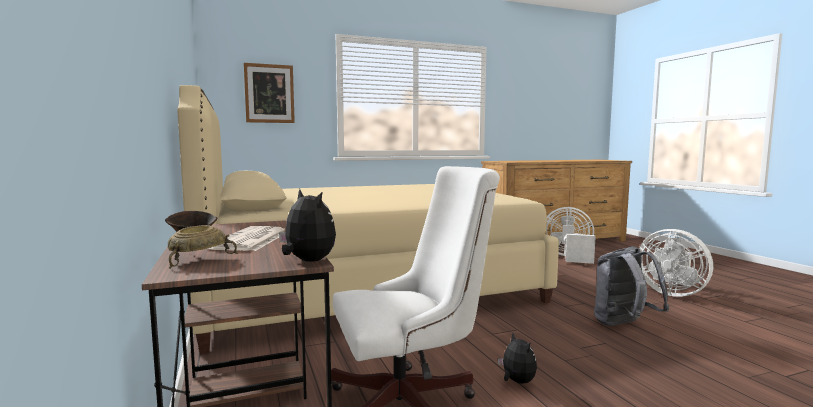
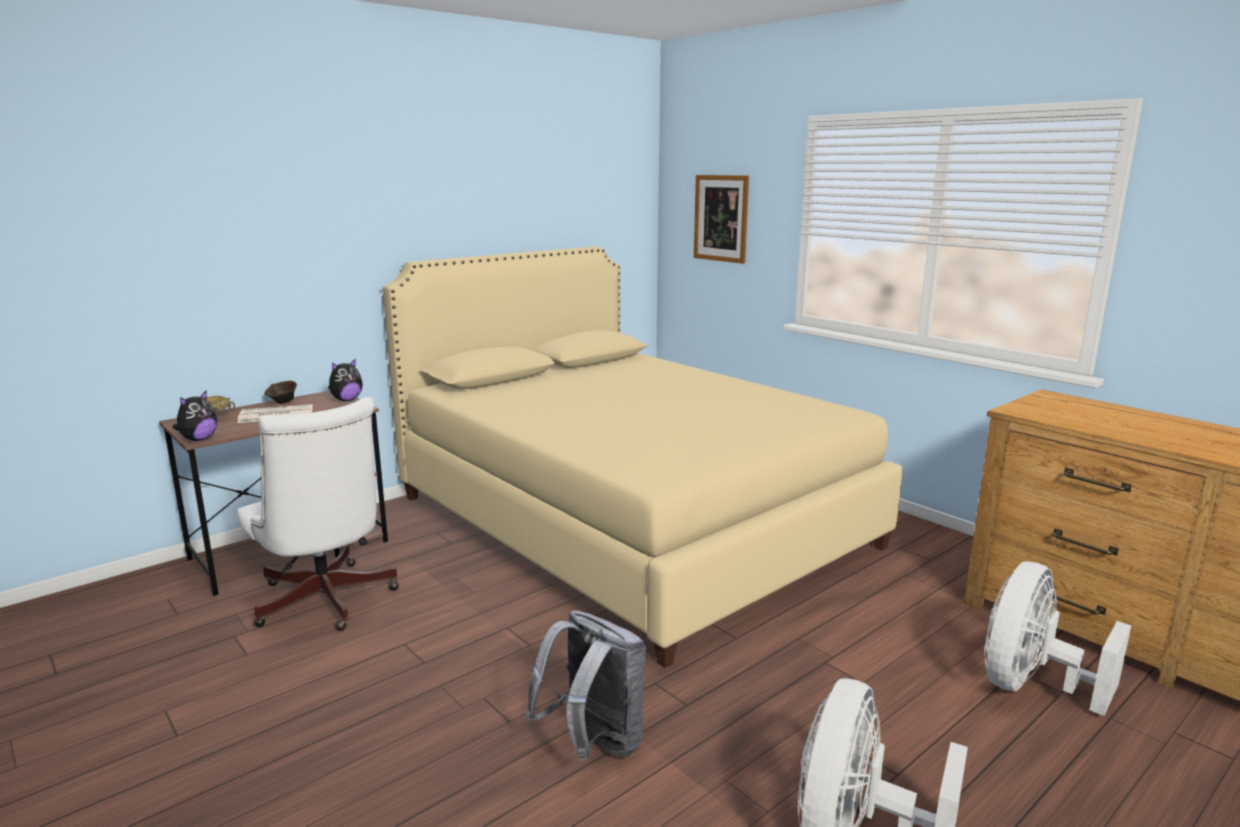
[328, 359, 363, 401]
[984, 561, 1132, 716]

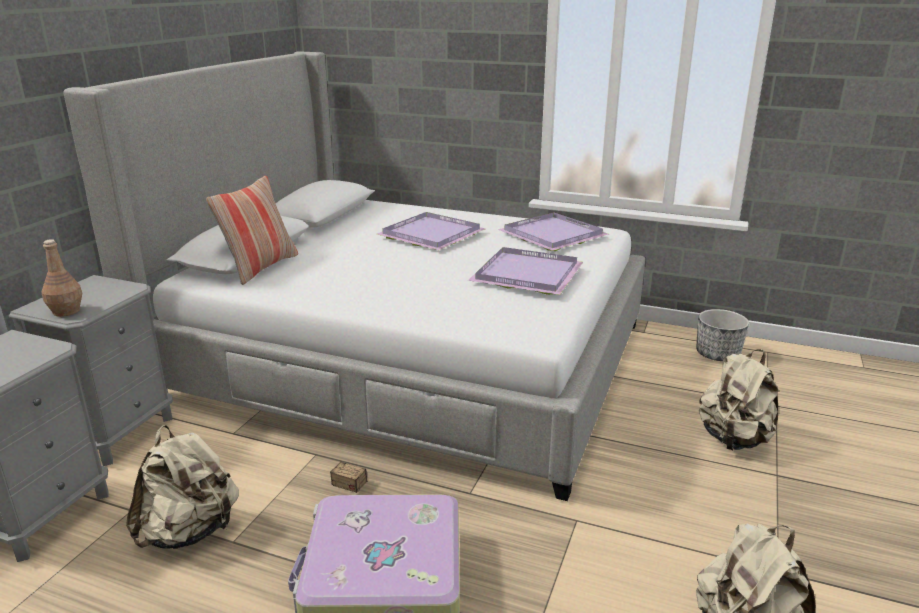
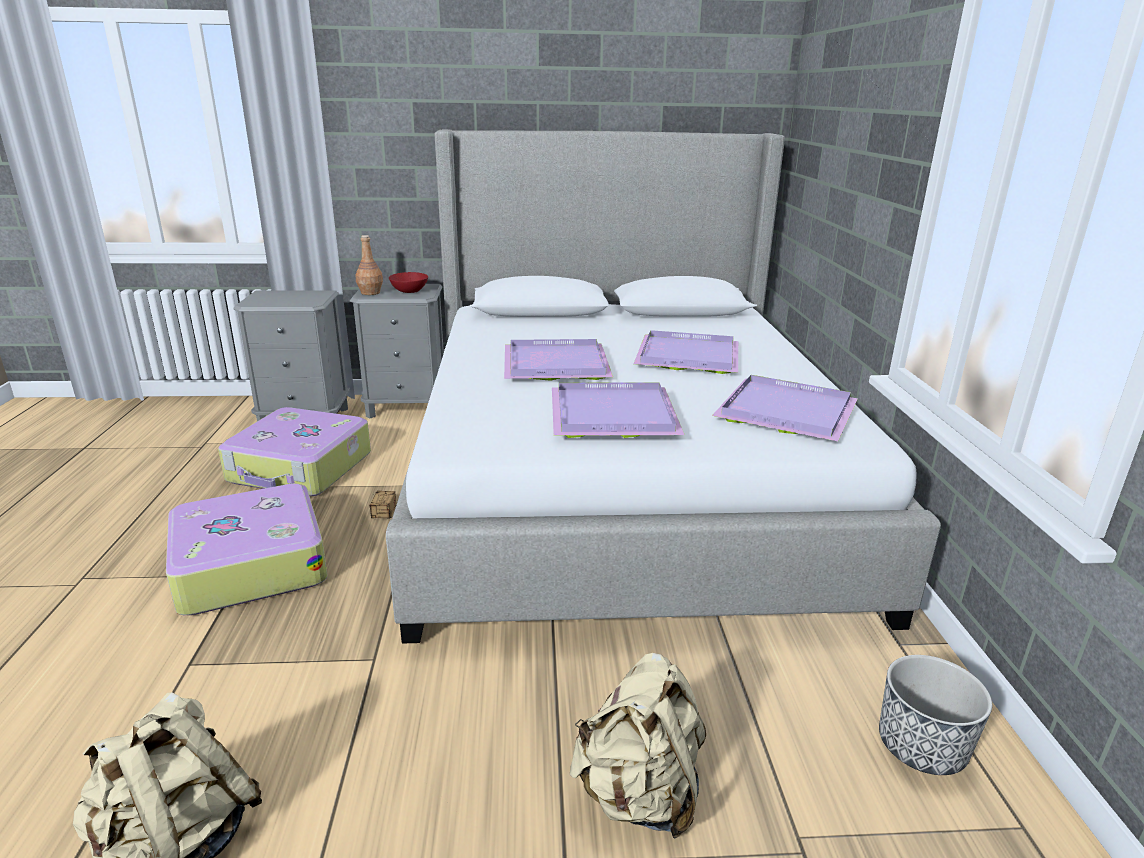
[218, 407, 371, 496]
[206, 176, 298, 285] (first image)
[389, 272, 428, 293]
[504, 339, 613, 381]

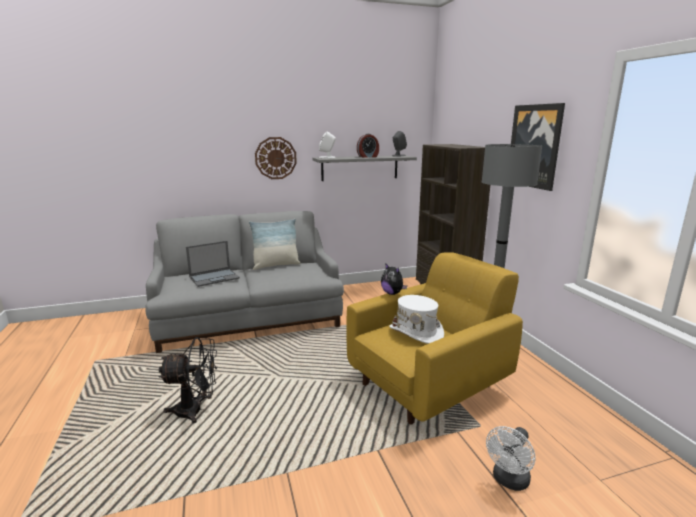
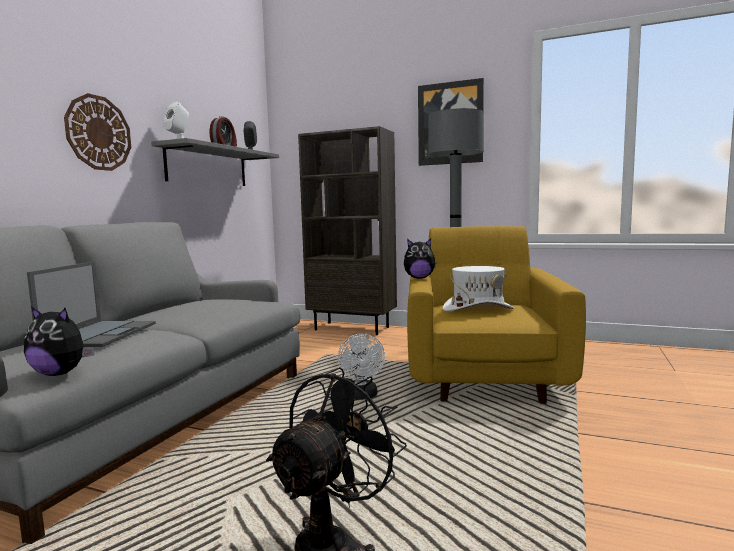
[249, 219, 301, 270] (first image)
[338, 333, 385, 400]
[24, 307, 94, 376]

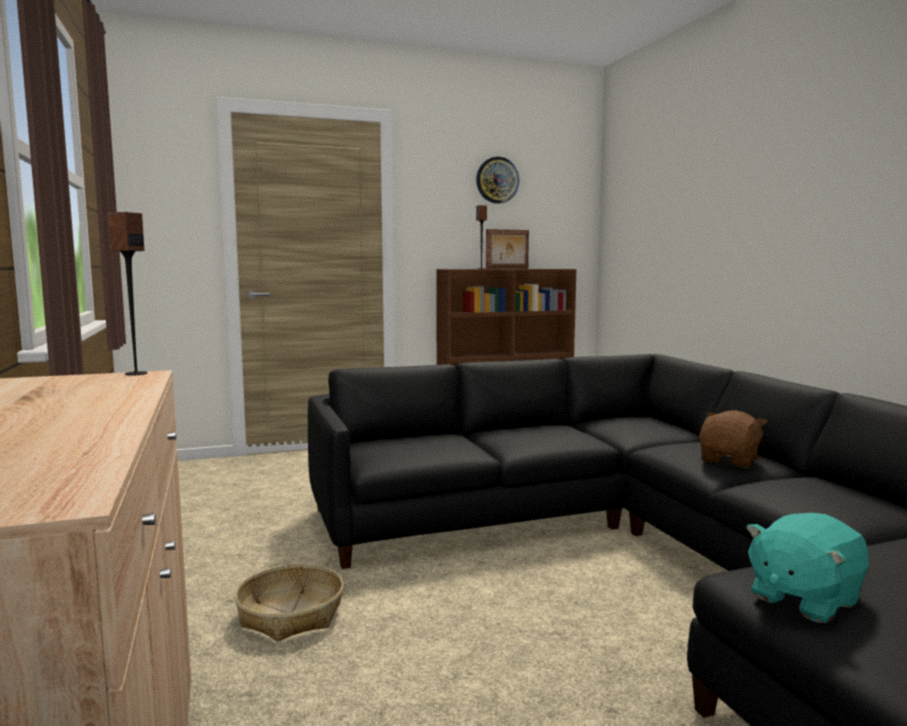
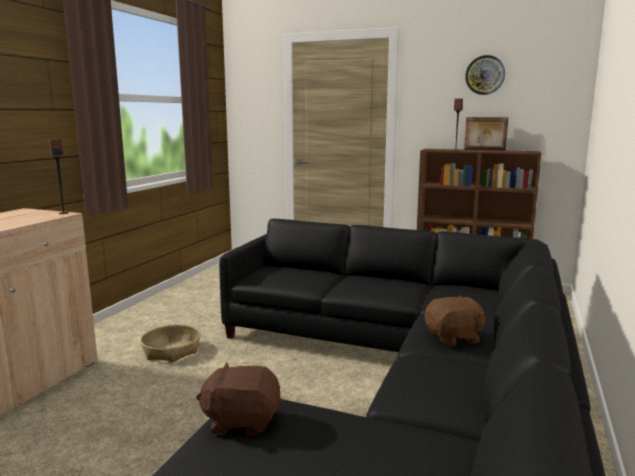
[196, 362, 282, 436]

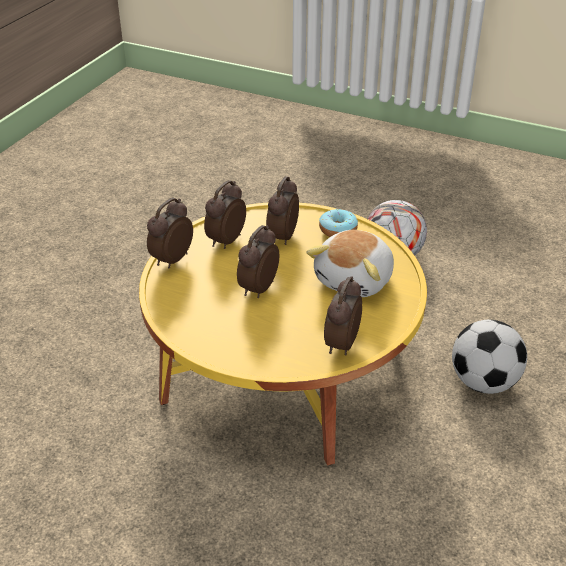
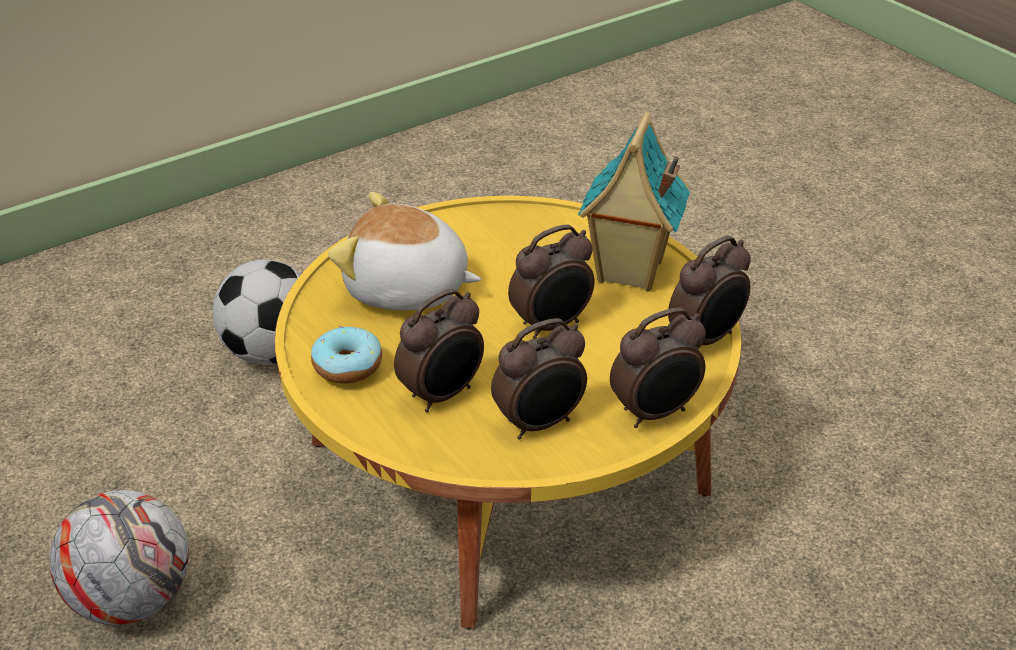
[328, 192, 481, 310]
[668, 236, 751, 349]
[578, 112, 690, 292]

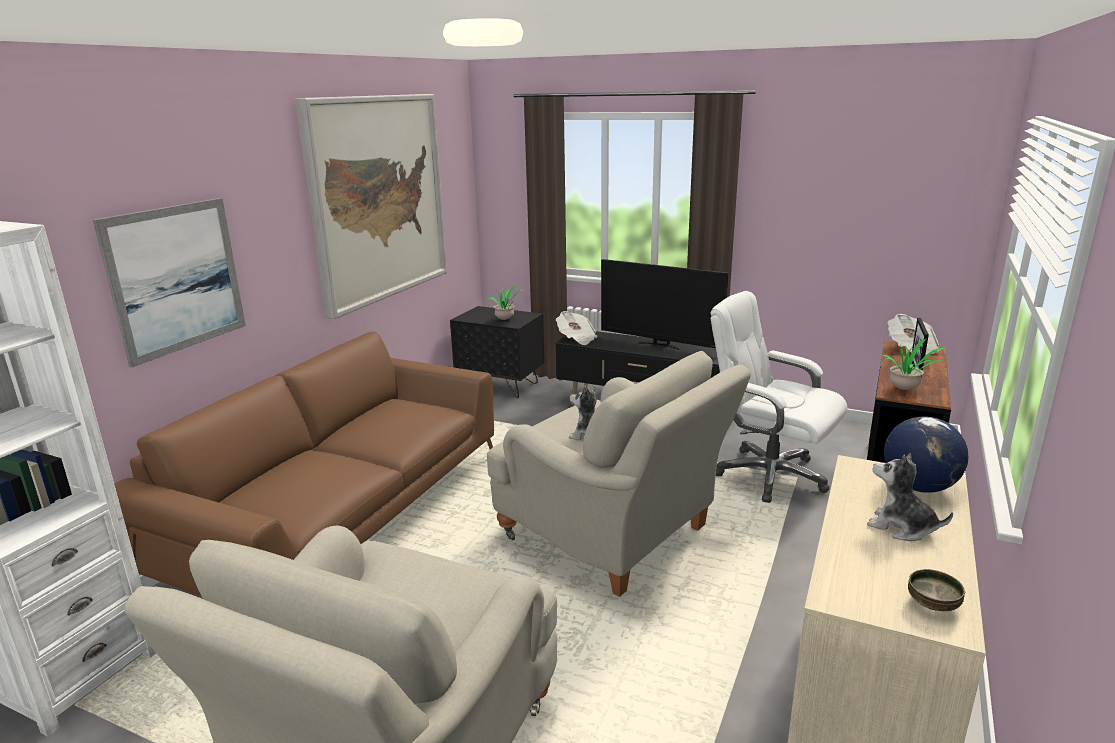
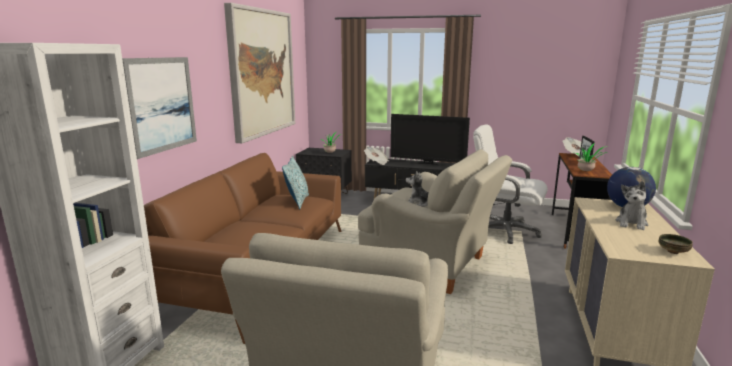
[616, 181, 649, 230]
[282, 156, 309, 210]

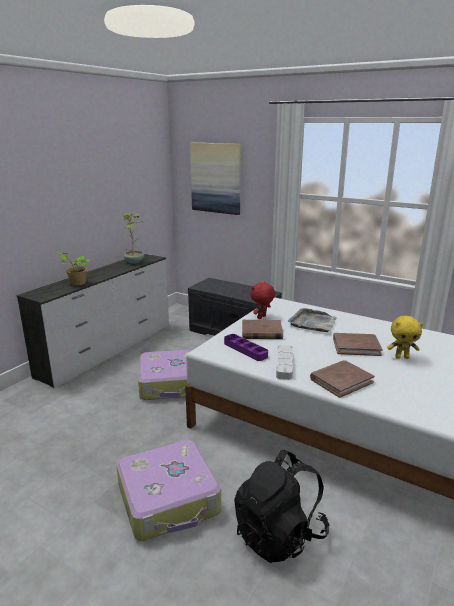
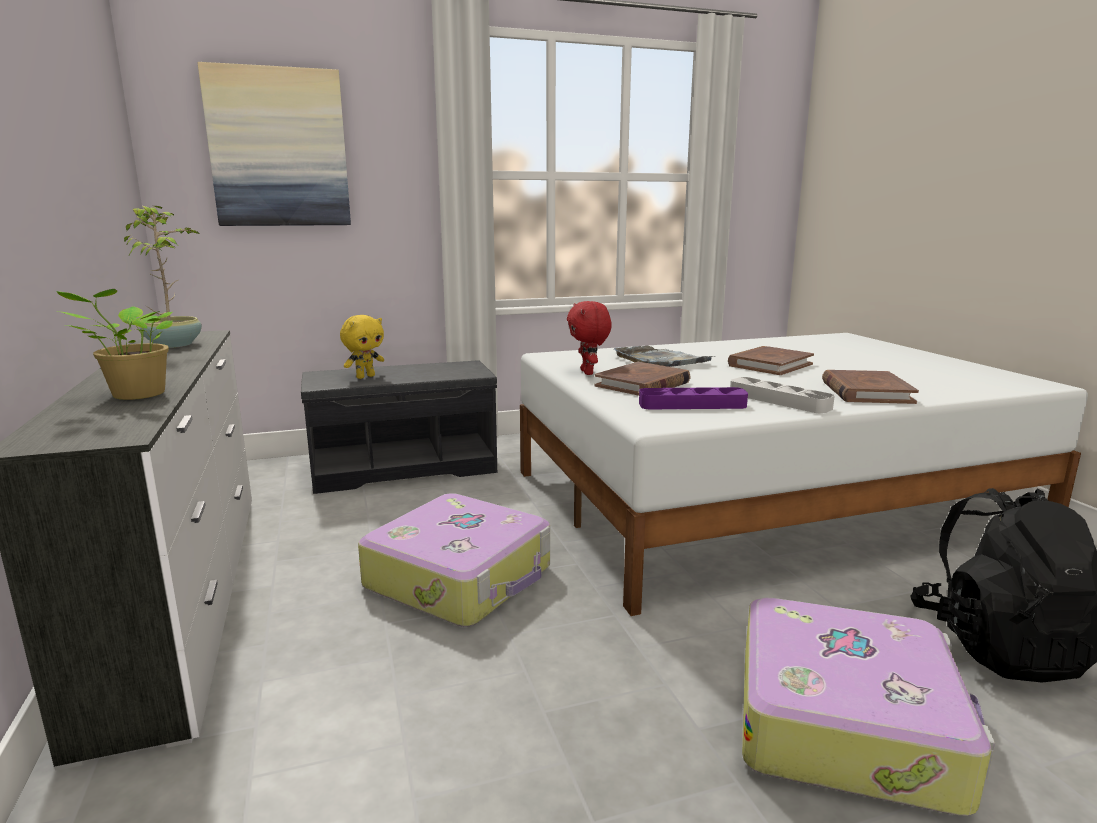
[340, 315, 384, 379]

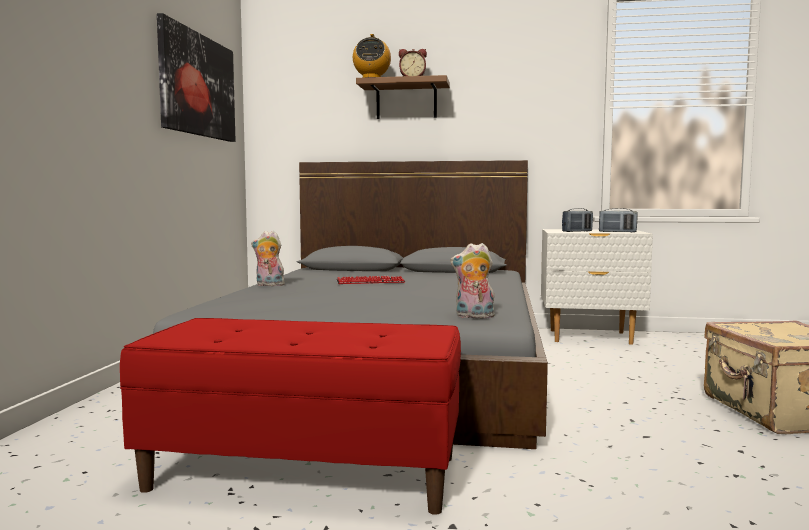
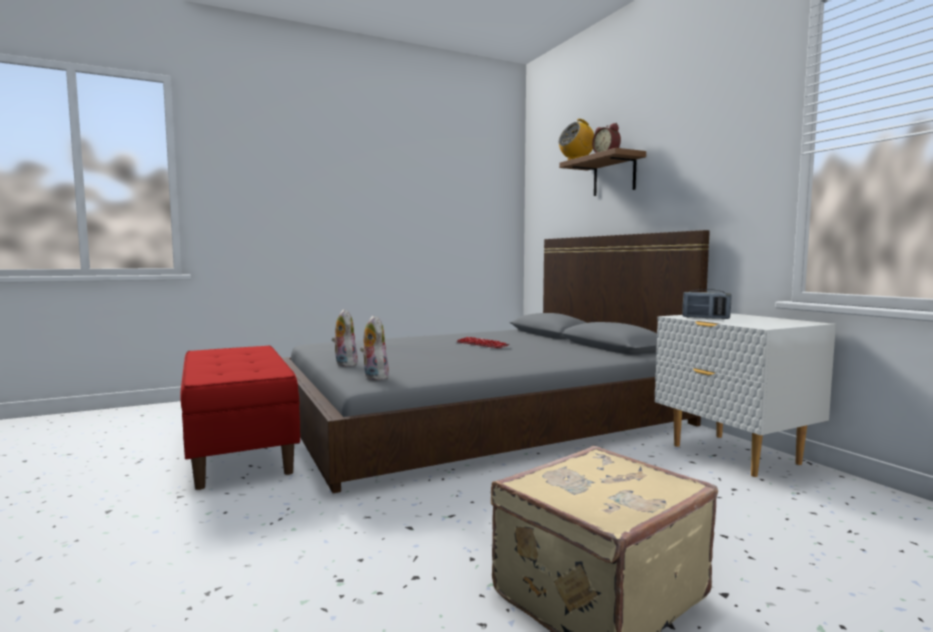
[157, 13, 236, 142] (first image)
[332, 309, 358, 367]
[599, 208, 638, 233] (first image)

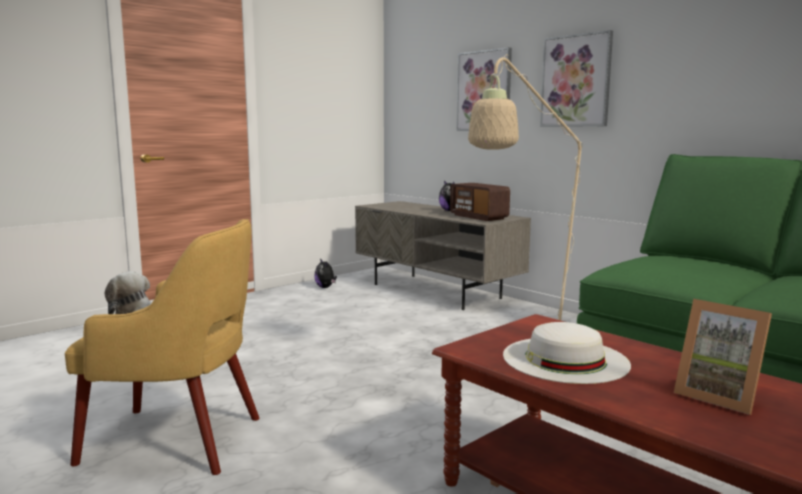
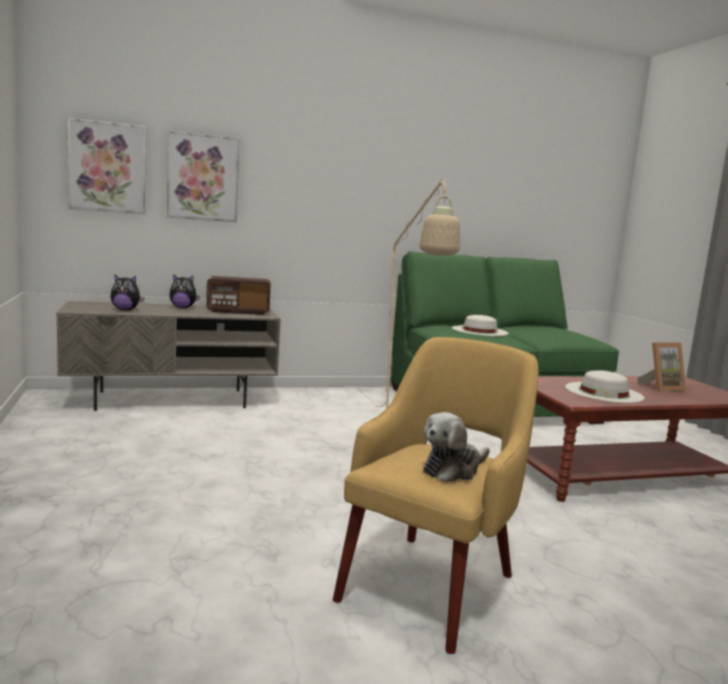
[111, 274, 144, 311]
[68, 118, 146, 214]
[452, 315, 509, 336]

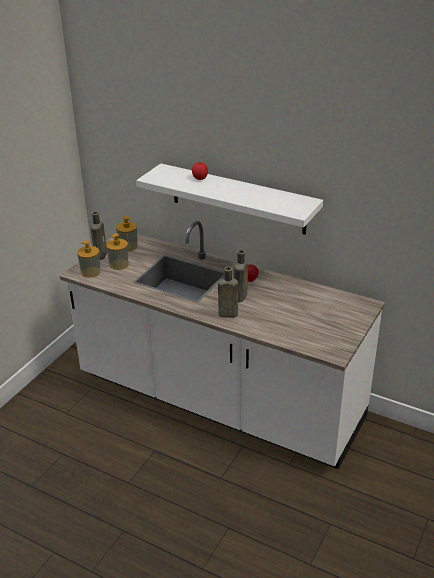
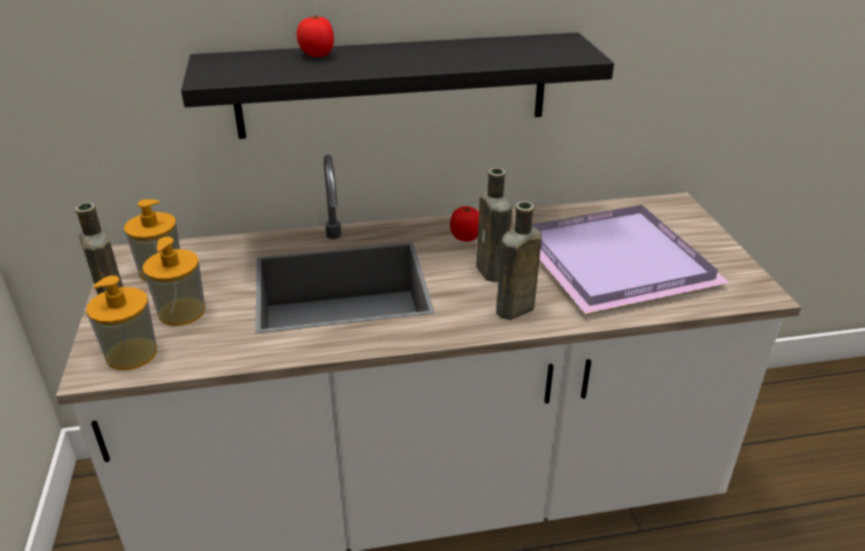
[181, 32, 614, 139]
[532, 205, 730, 314]

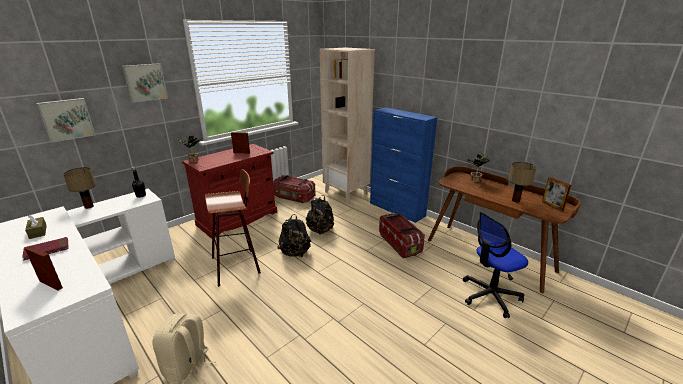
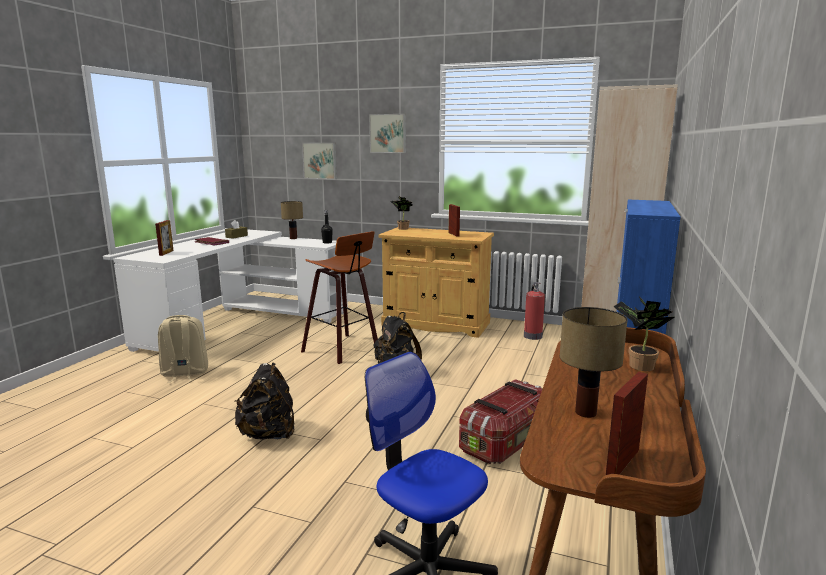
[378, 227, 494, 338]
[524, 282, 545, 340]
[234, 363, 294, 439]

